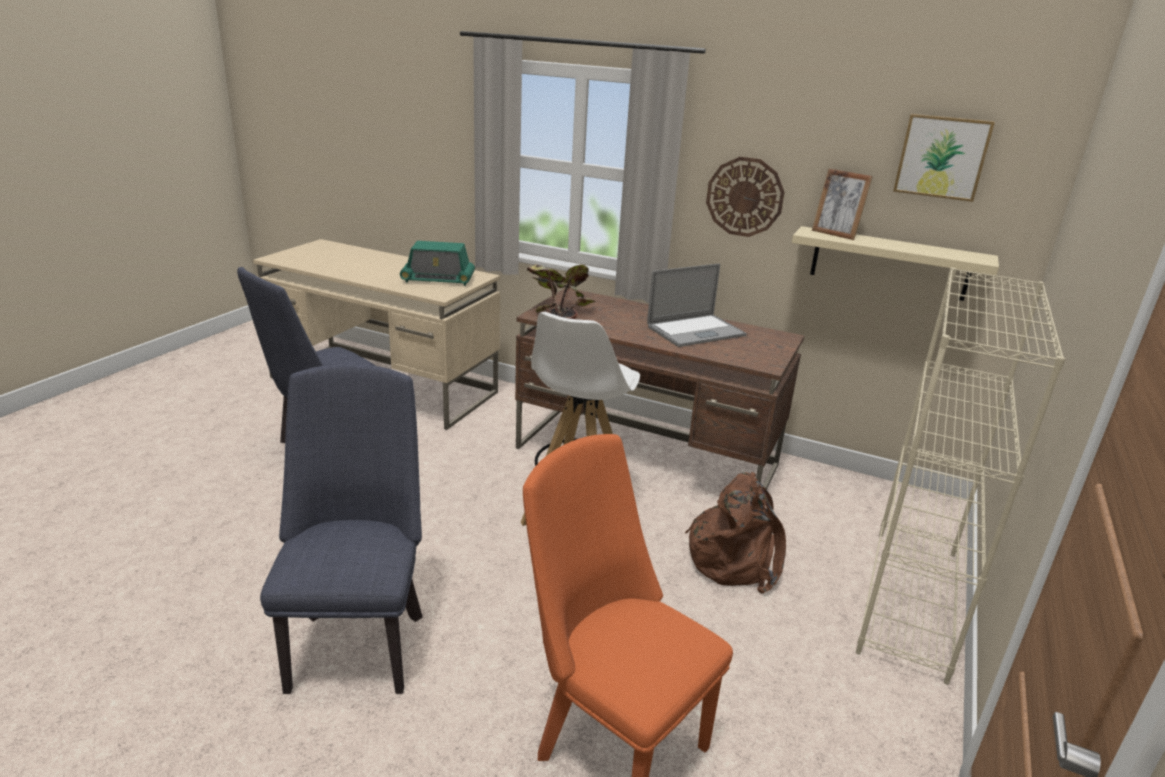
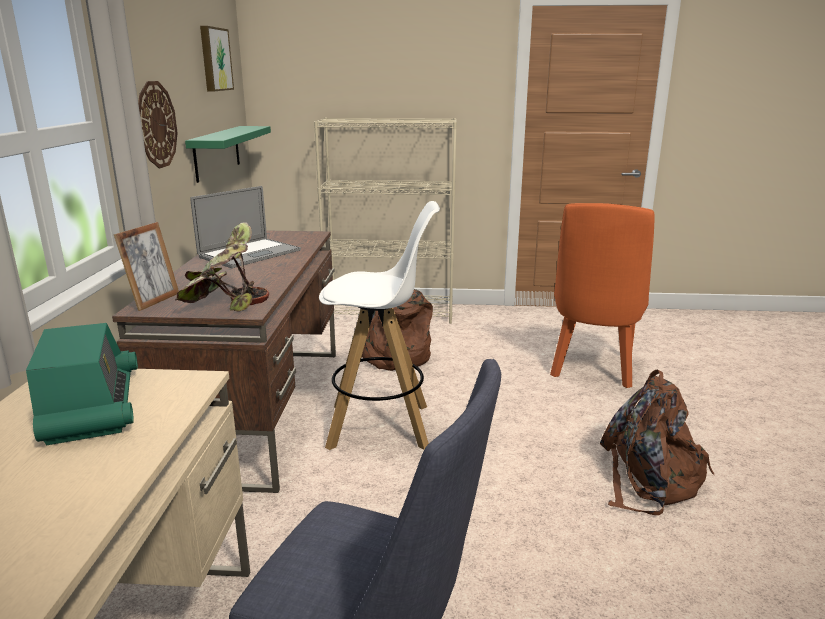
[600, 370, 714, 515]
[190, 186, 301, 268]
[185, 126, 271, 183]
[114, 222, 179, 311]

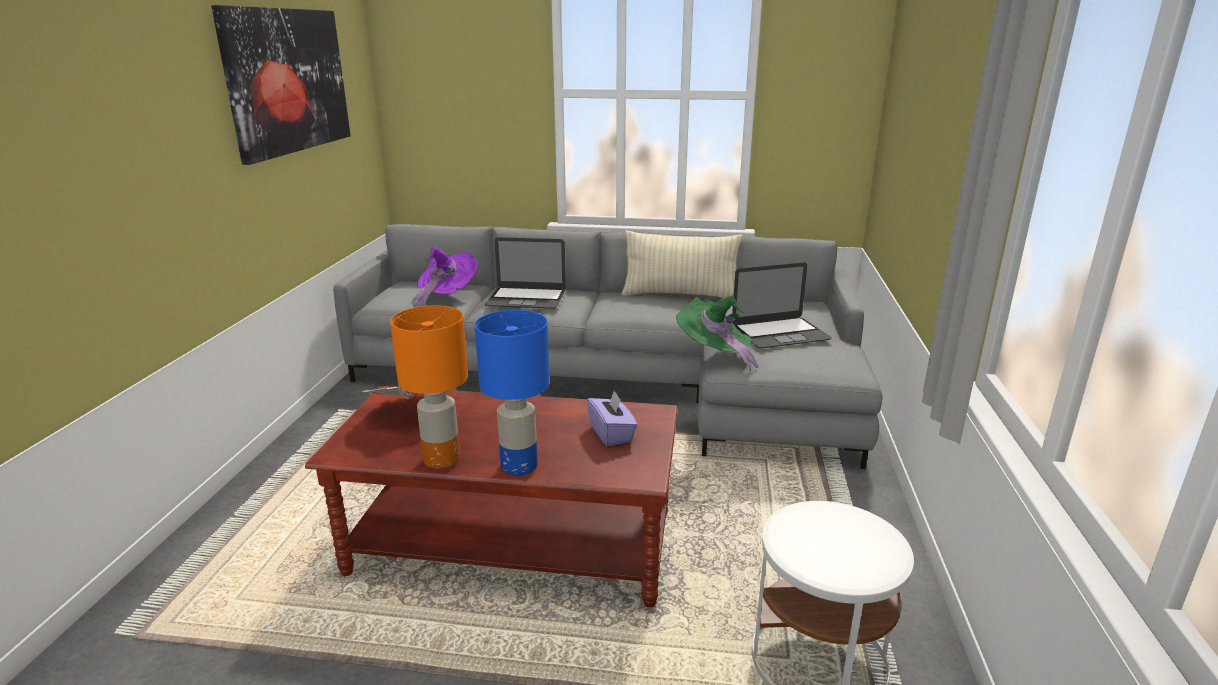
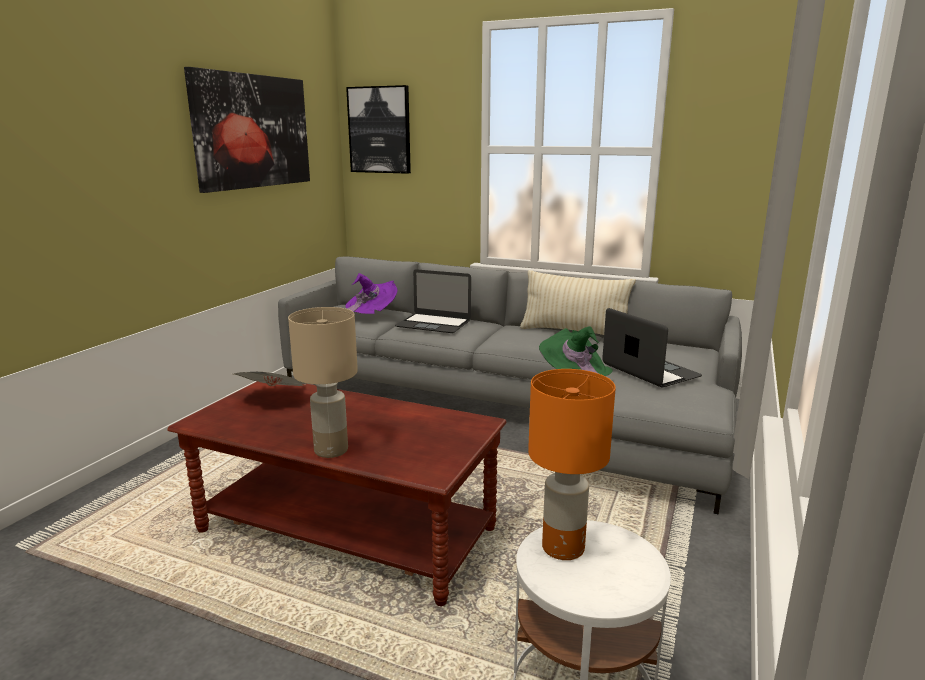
[528, 369, 616, 560]
[288, 307, 358, 458]
[587, 390, 637, 446] (first image)
[602, 308, 702, 387]
[346, 85, 411, 174]

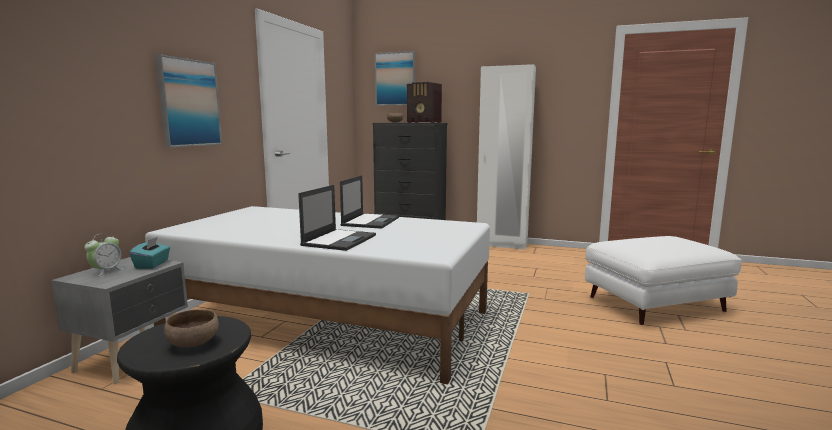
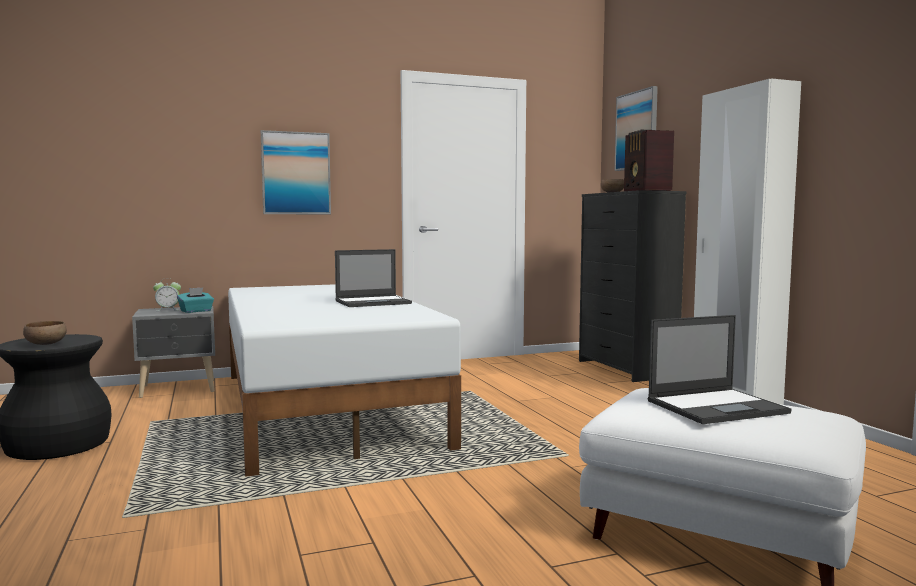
[648, 315, 792, 424]

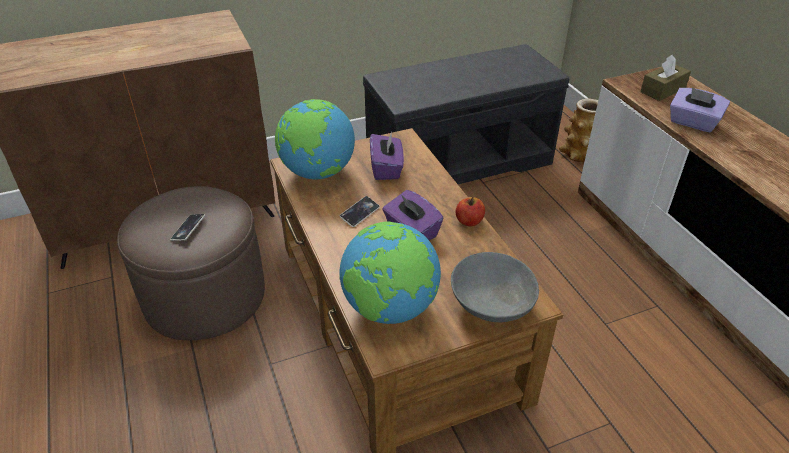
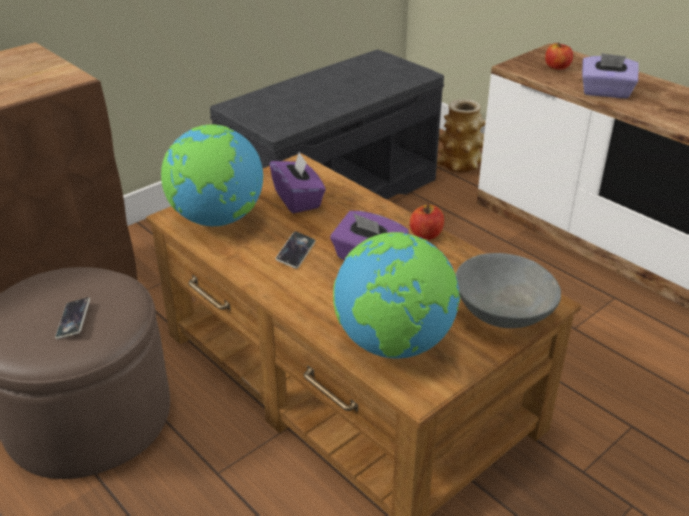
[545, 43, 573, 70]

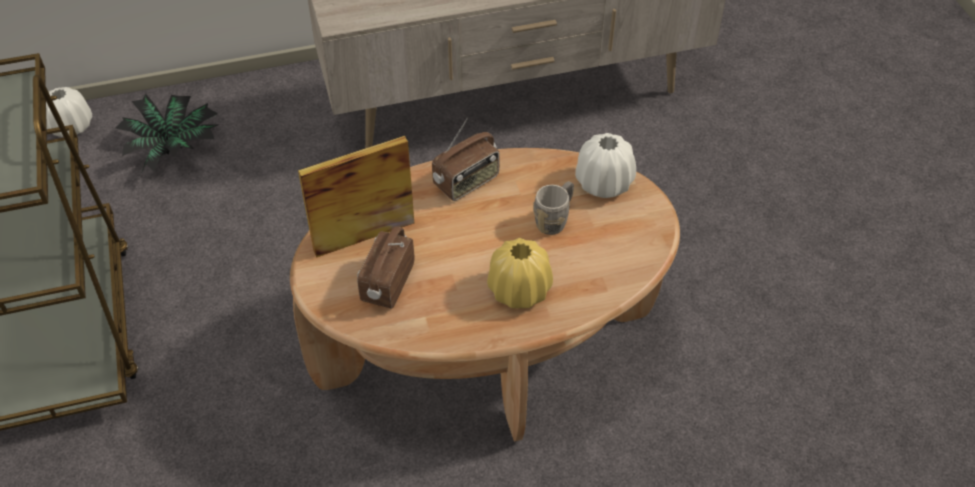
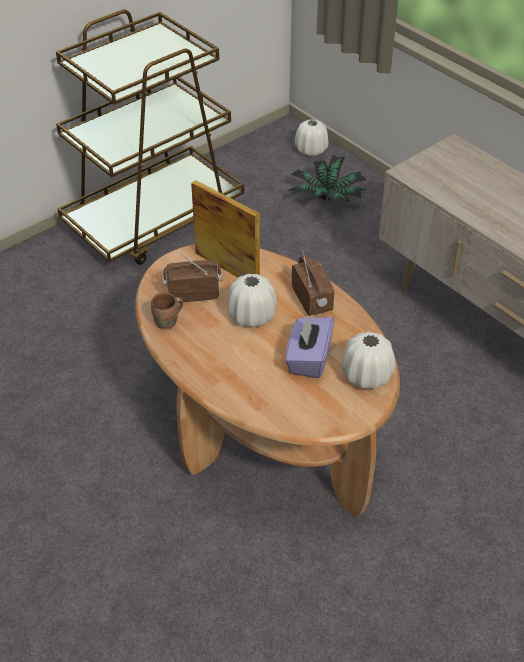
[292, 250, 334, 316]
[487, 238, 553, 308] (first image)
[285, 315, 334, 378]
[151, 293, 183, 330]
[227, 274, 277, 327]

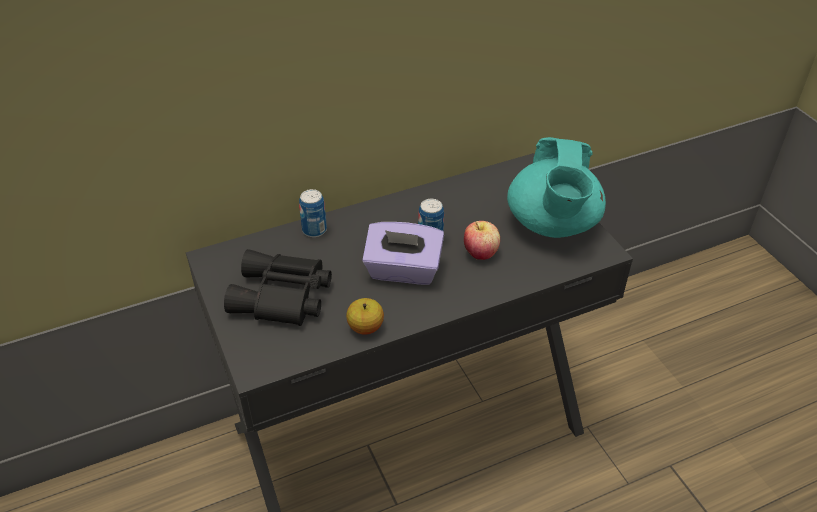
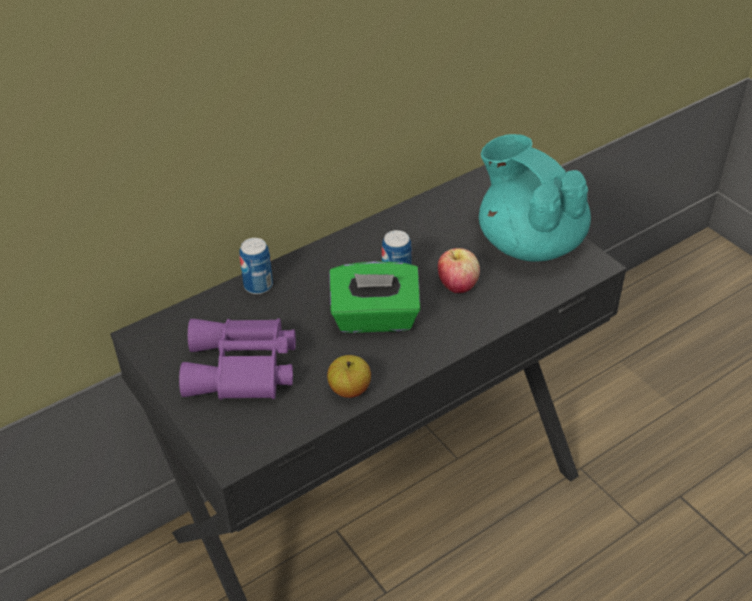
[179, 319, 296, 400]
[329, 262, 421, 333]
[479, 134, 591, 262]

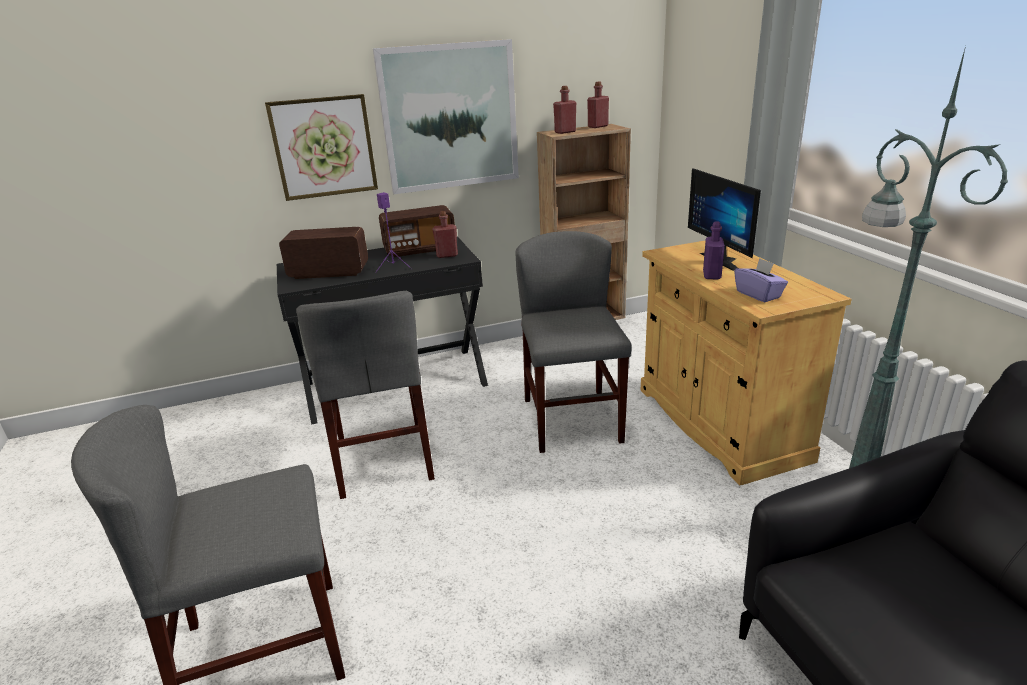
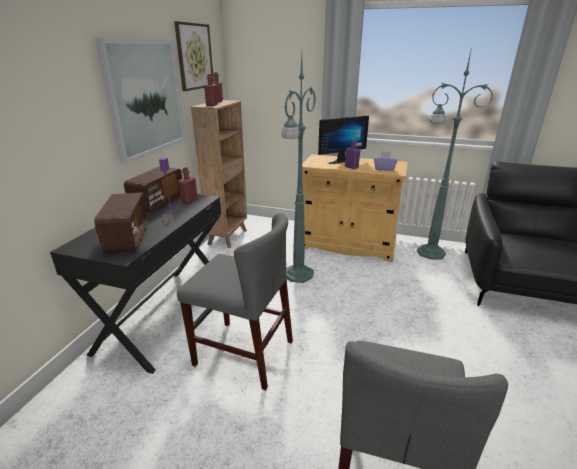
[174, 21, 214, 91]
[94, 192, 148, 252]
[281, 54, 316, 283]
[318, 116, 369, 164]

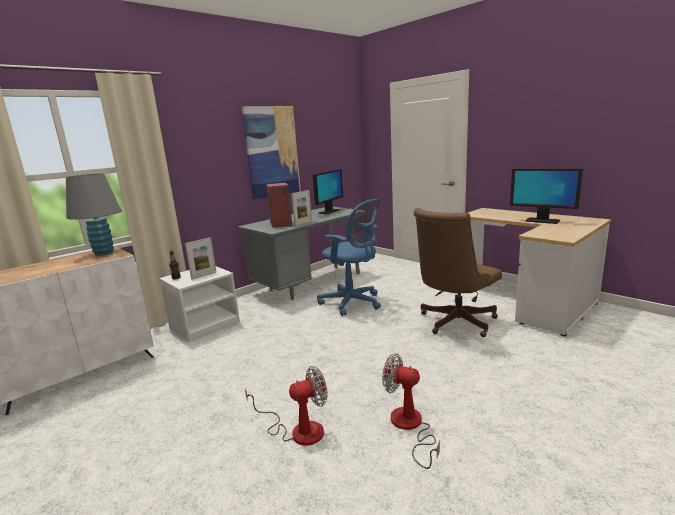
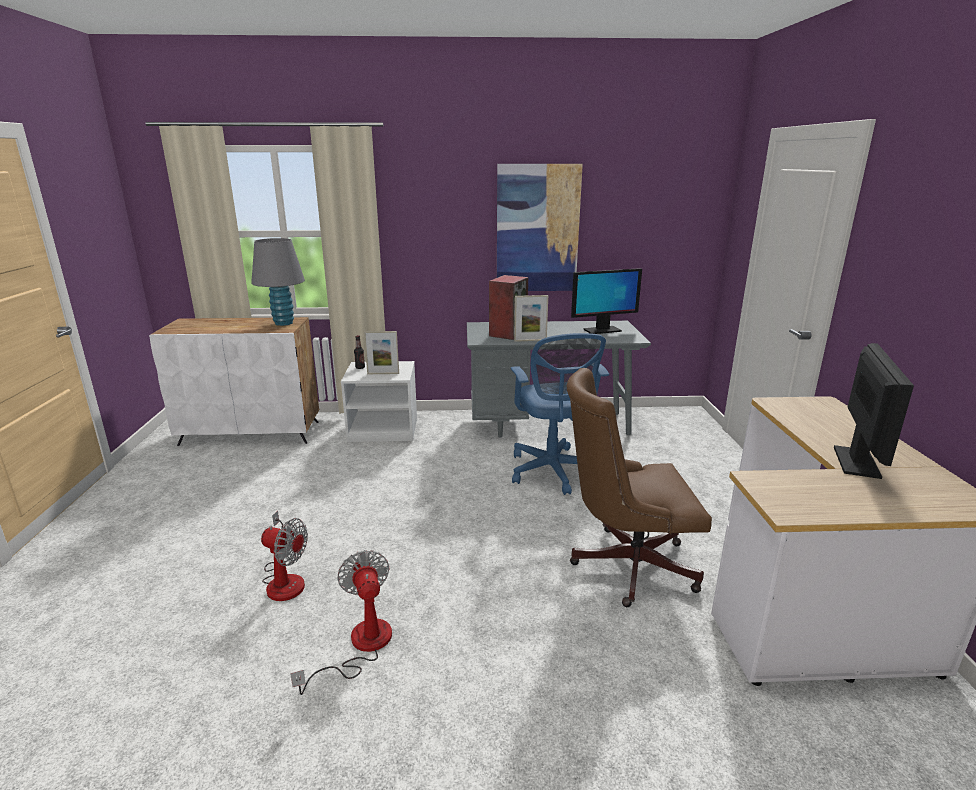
[834, 343, 914, 479]

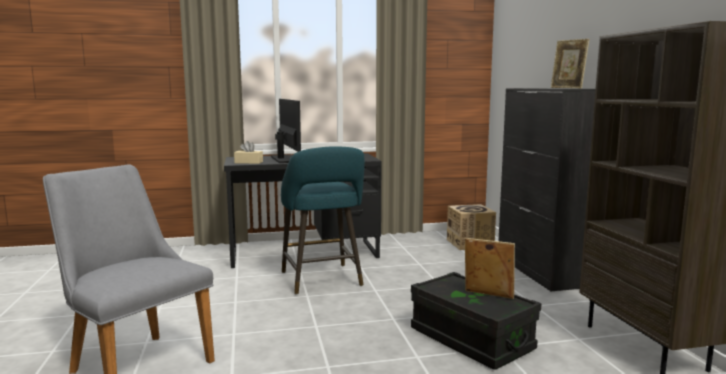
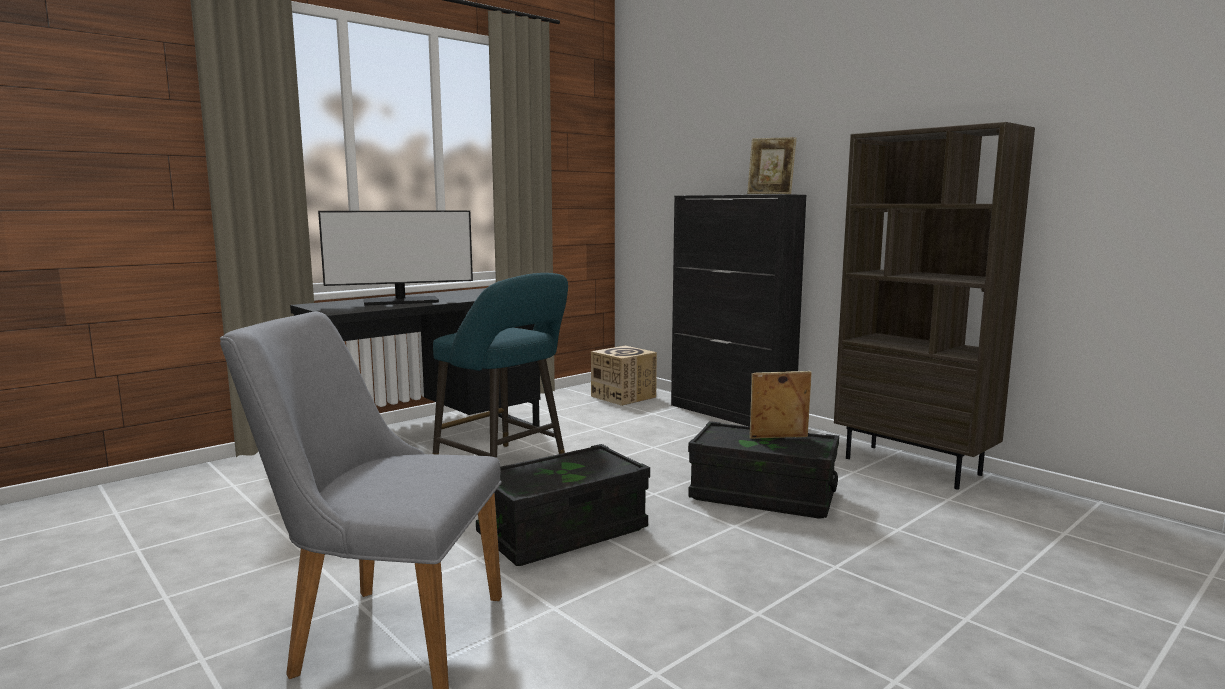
[234, 141, 263, 164] (first image)
[318, 210, 473, 306]
[476, 444, 650, 566]

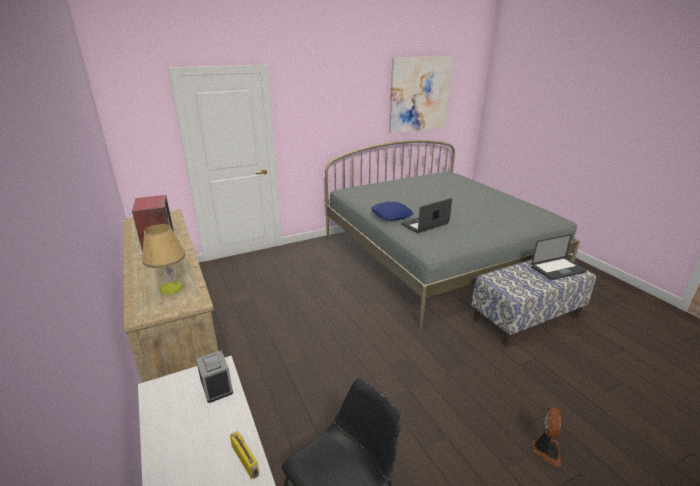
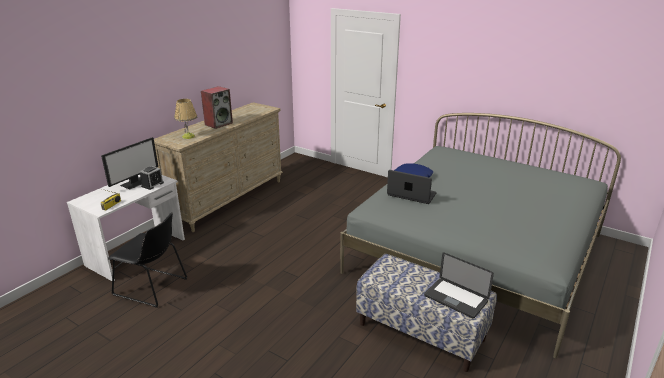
[389, 56, 453, 134] (first image)
[532, 407, 561, 466] (first image)
[101, 137, 158, 190]

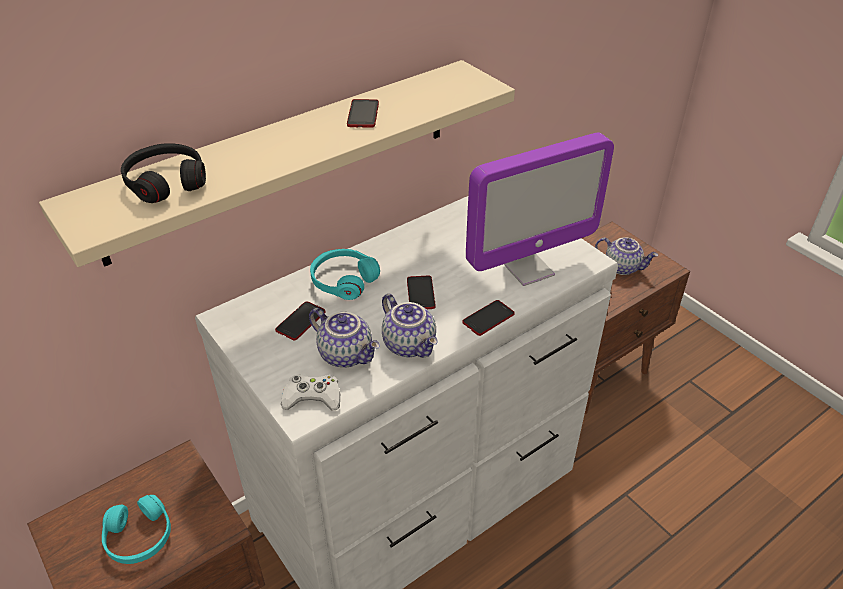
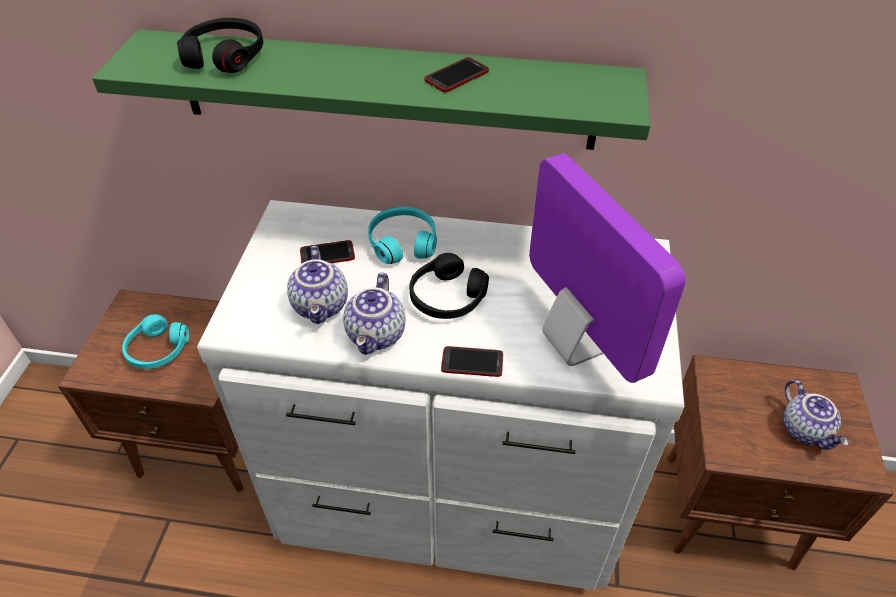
[92, 29, 650, 150]
[281, 374, 340, 410] (first image)
[410, 253, 489, 319]
[529, 154, 686, 383]

